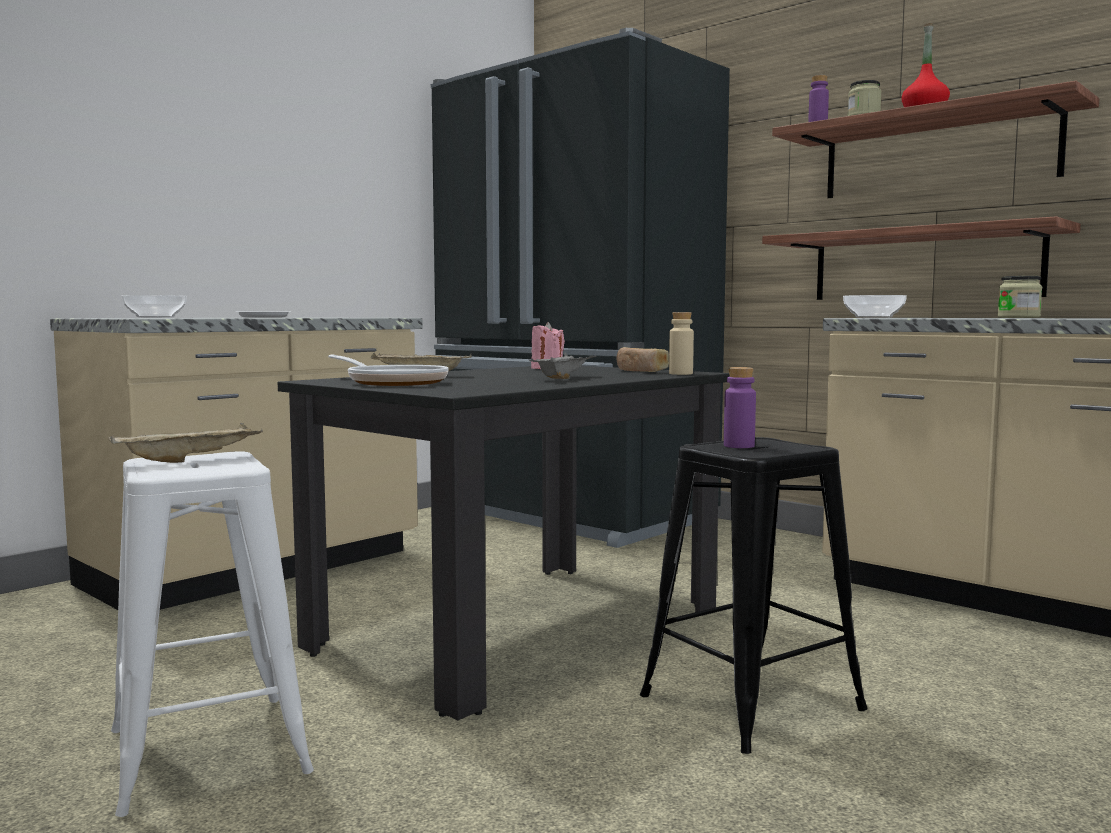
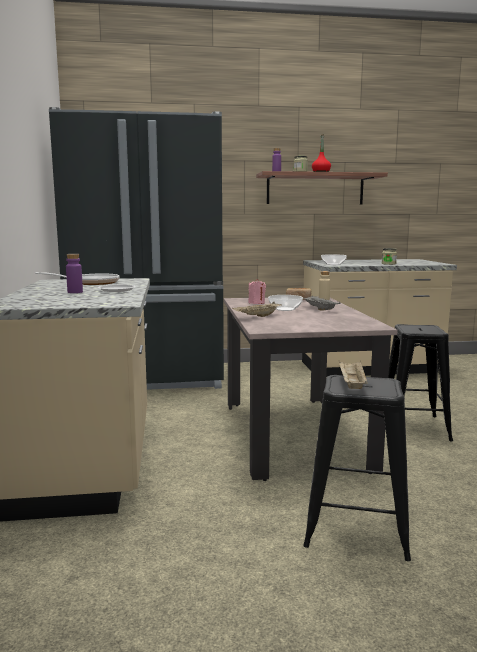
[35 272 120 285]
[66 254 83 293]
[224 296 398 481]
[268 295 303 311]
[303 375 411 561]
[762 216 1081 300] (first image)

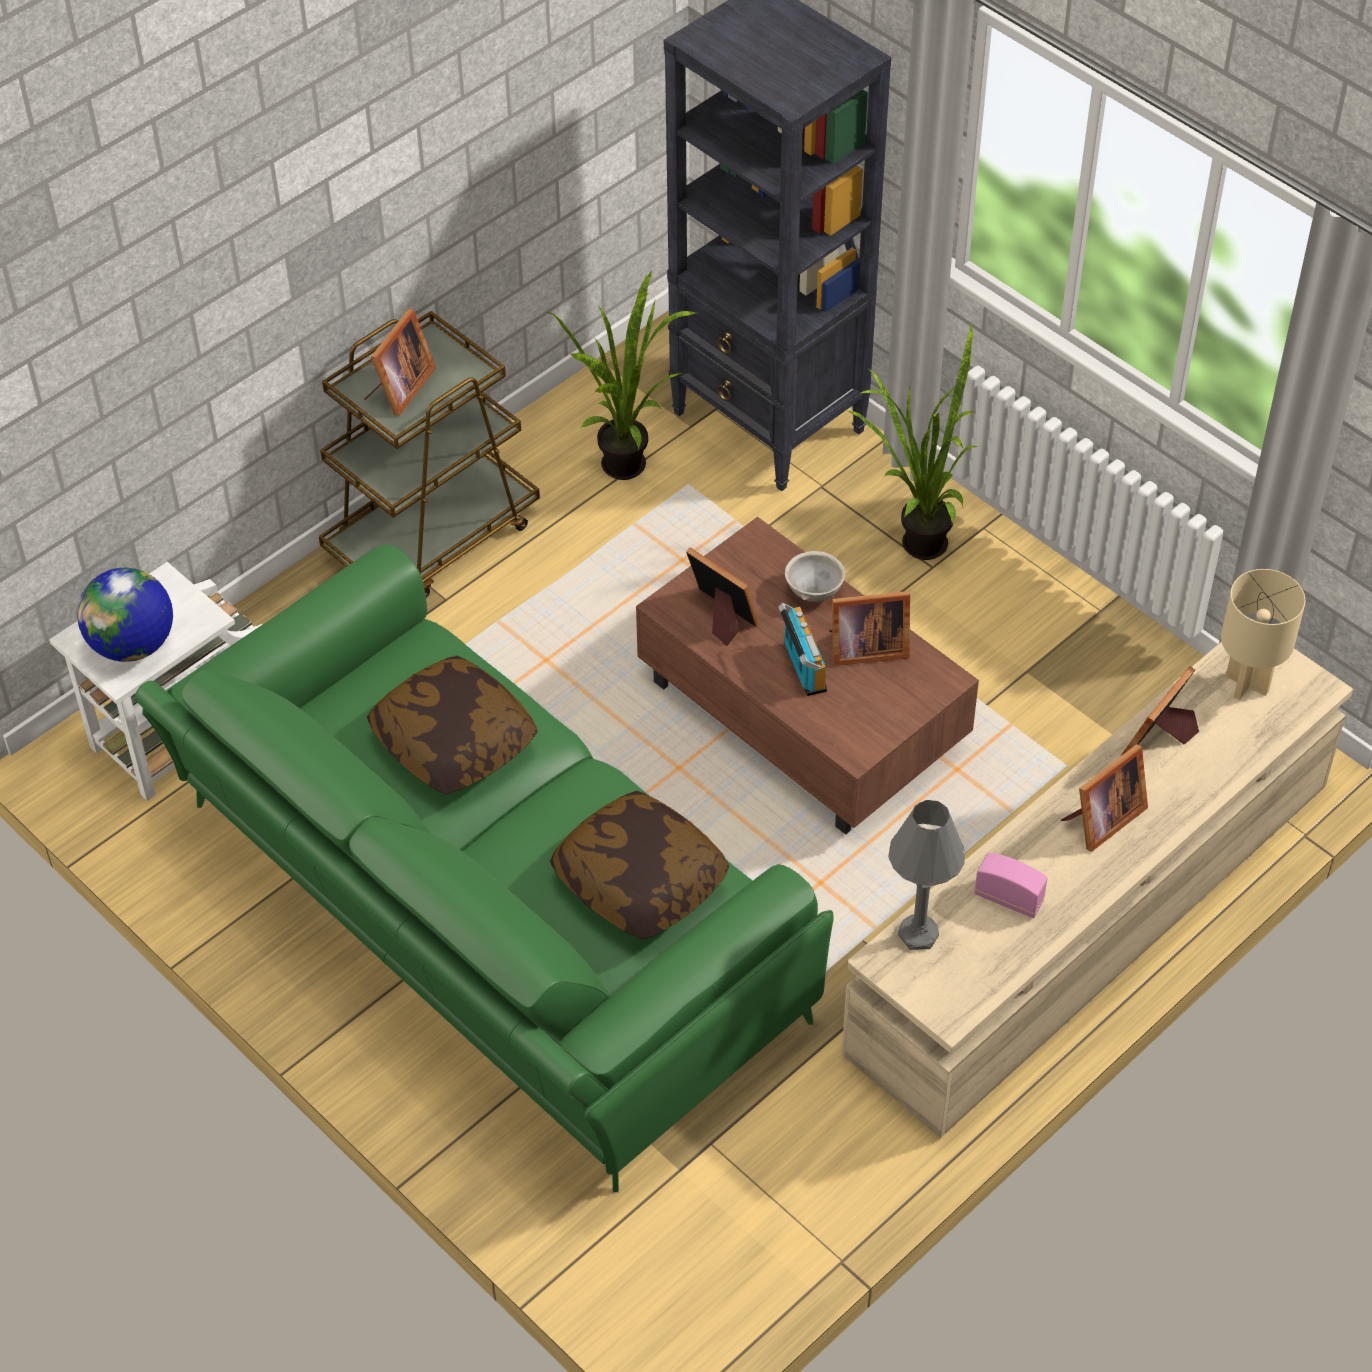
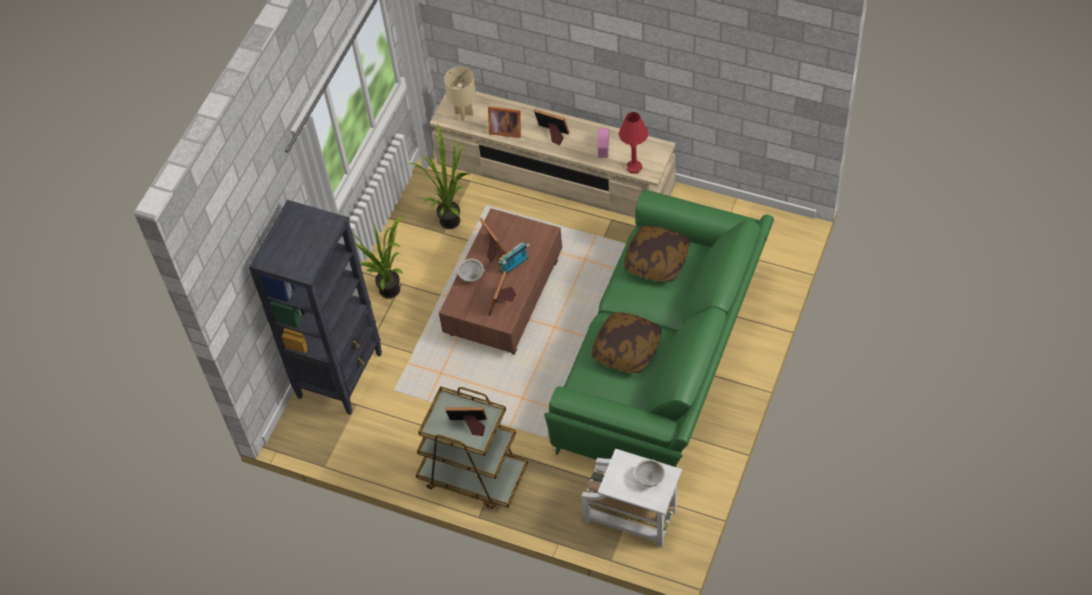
[407 124 470 229]
[619 112 648 174]
[635 459 665 488]

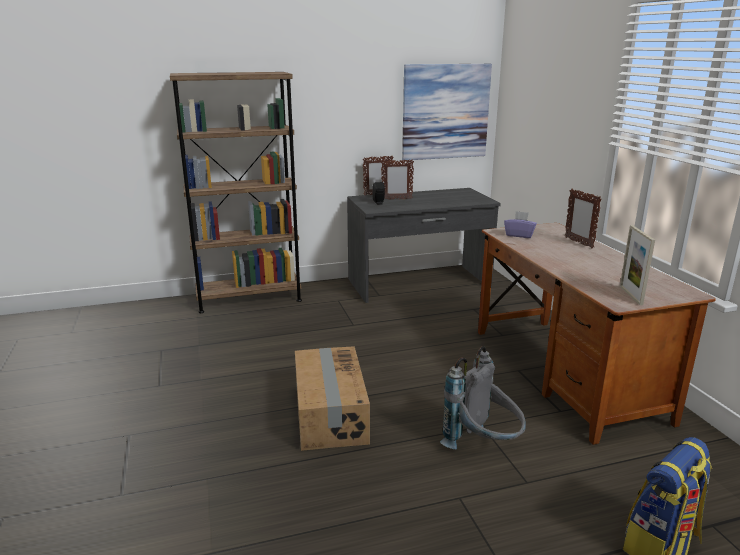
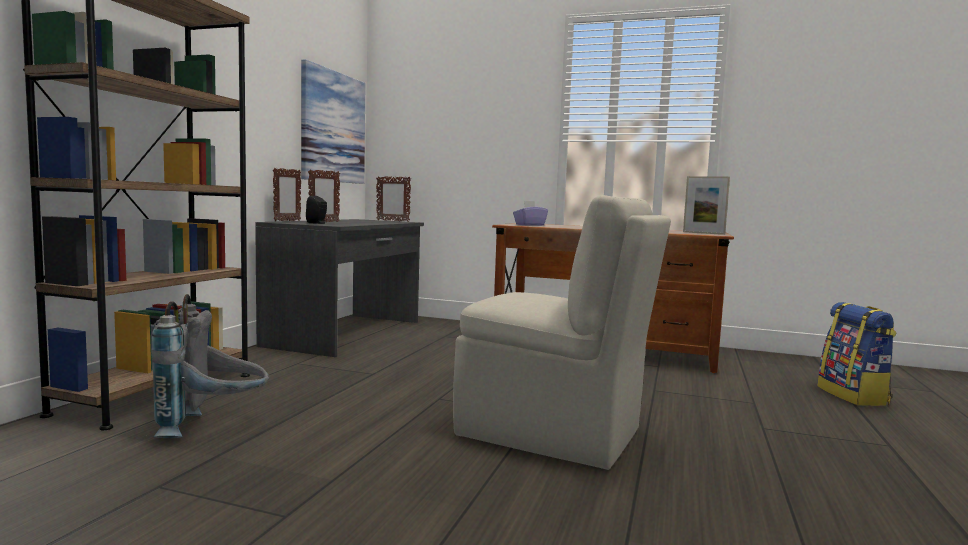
[151 294 269 438]
[376 176 411 222]
[453 195 671 470]

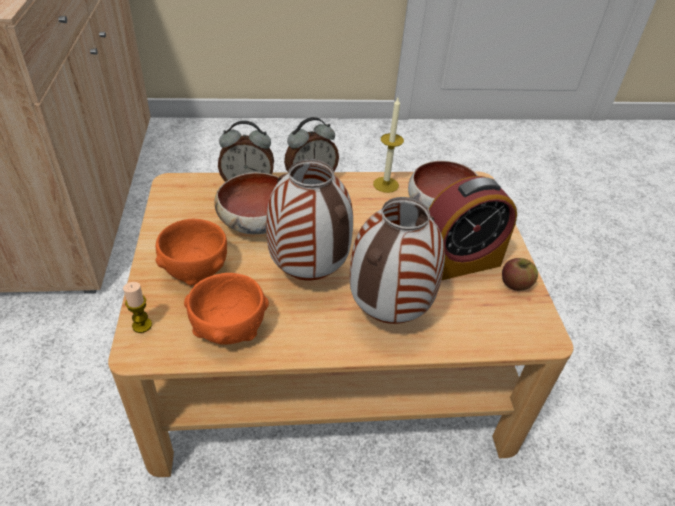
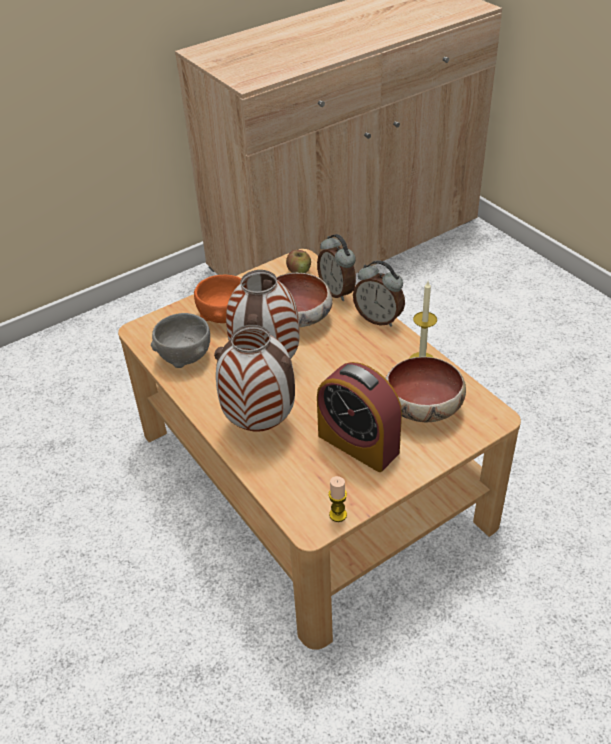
[151 313 210 368]
[286 250 311 273]
[328 476 347 522]

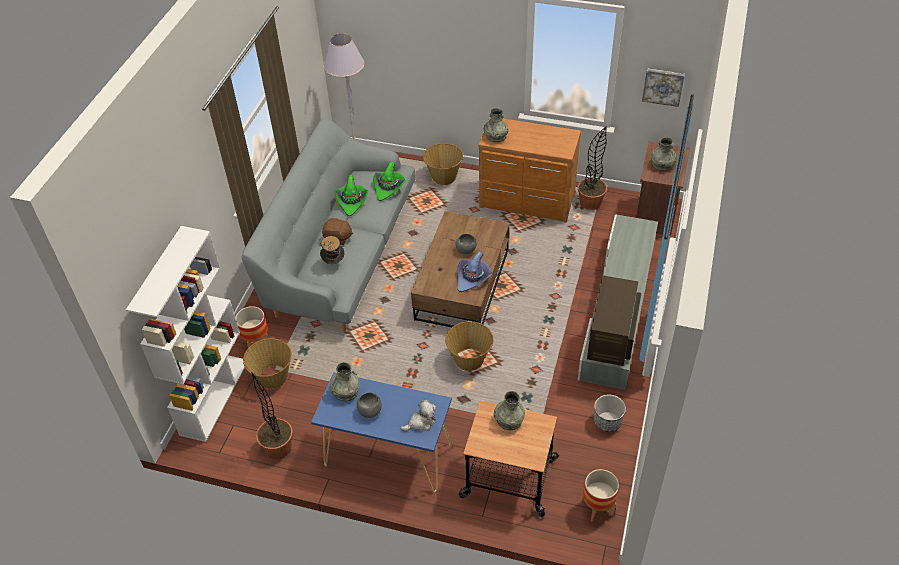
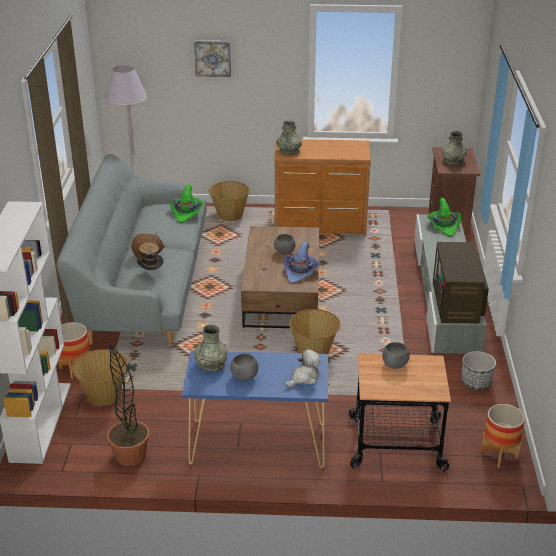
[194 40 231 77]
[382 342 410 369]
[427 198 461 237]
[578 126 607 210] (first image)

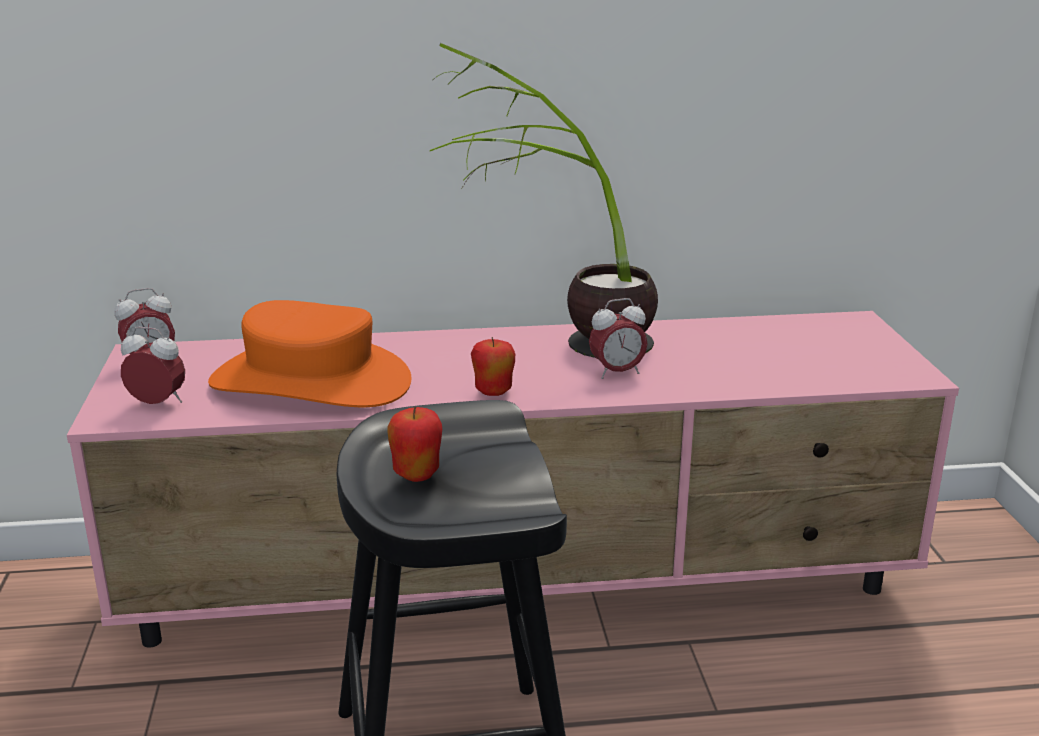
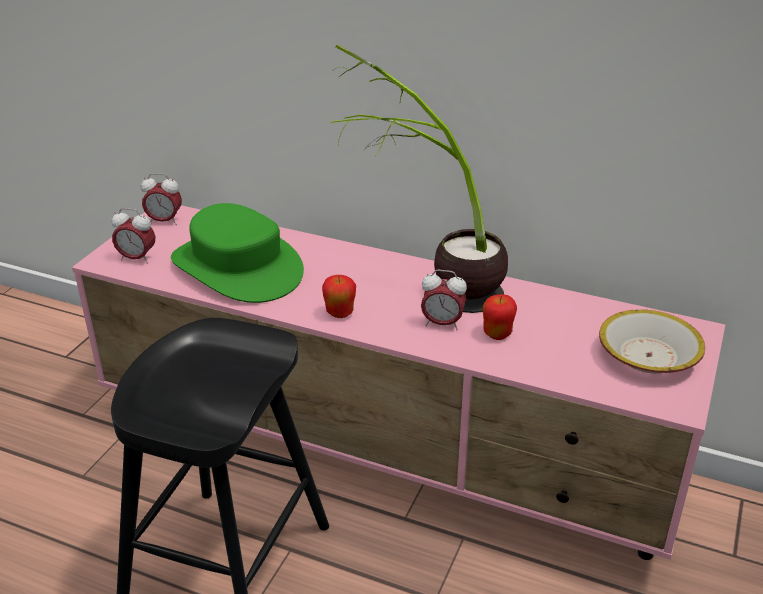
[112 208 155 264]
[171 203 304 303]
[483 294 517 340]
[599 309 705 373]

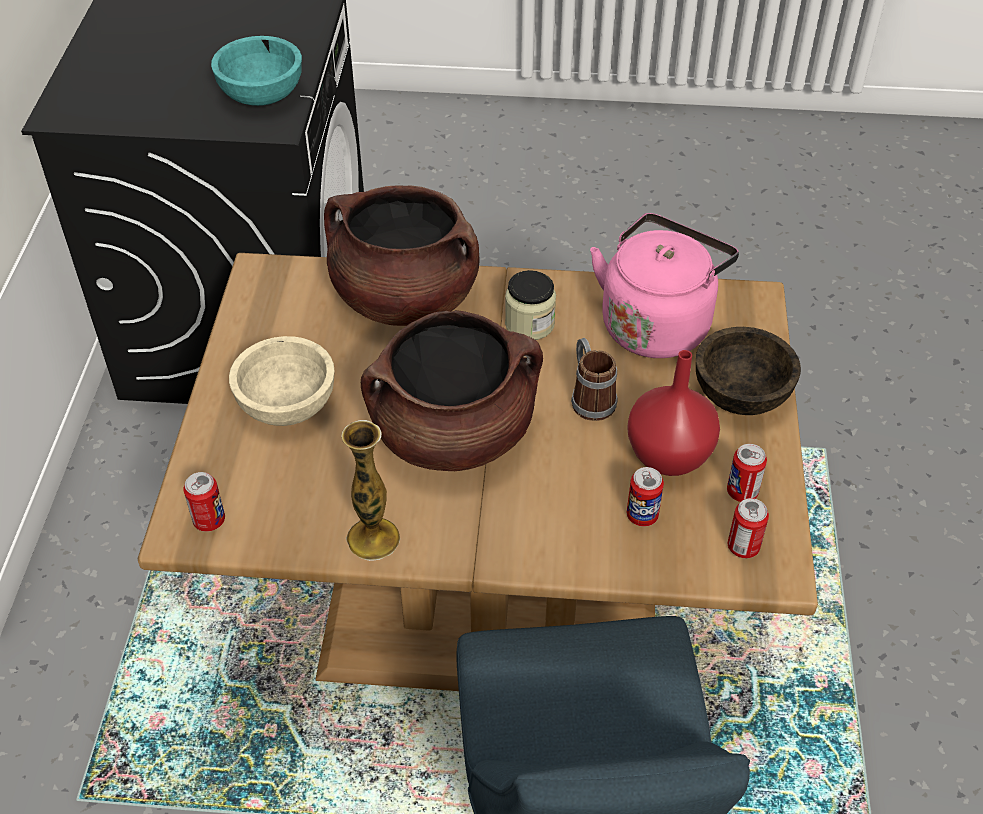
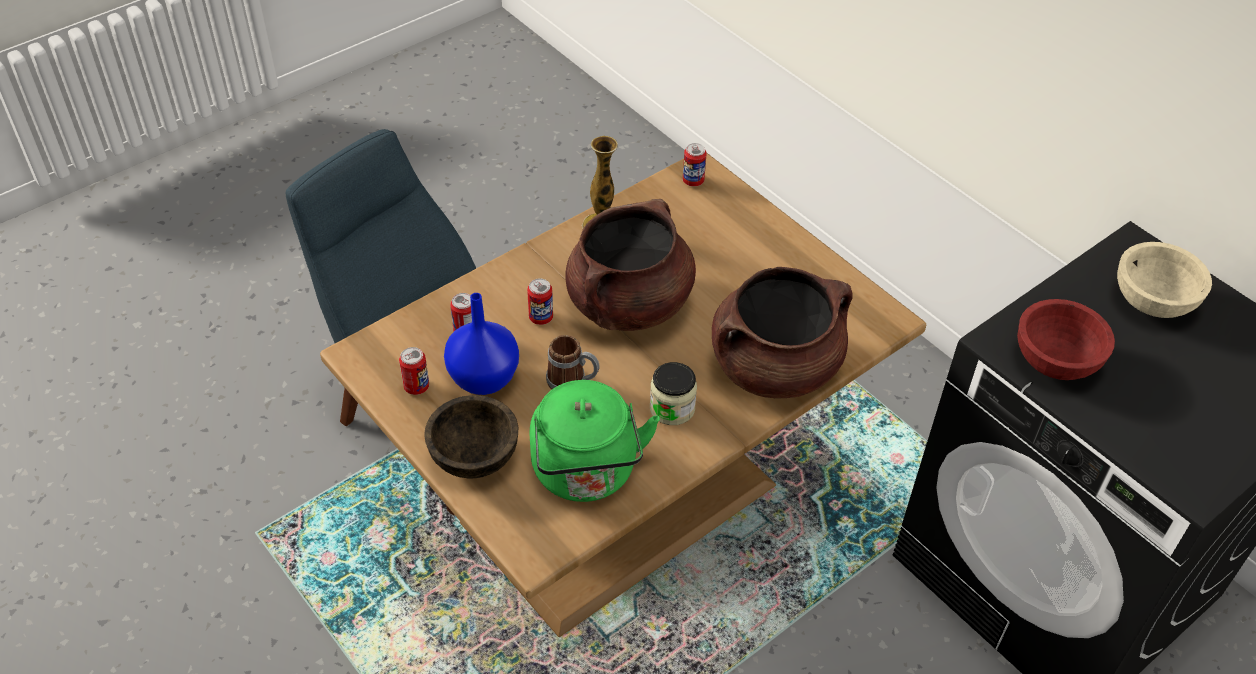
[444 293 519 395]
[527 278 553 325]
[530 380 660 502]
[1017 299 1115 380]
[1117 242 1212 318]

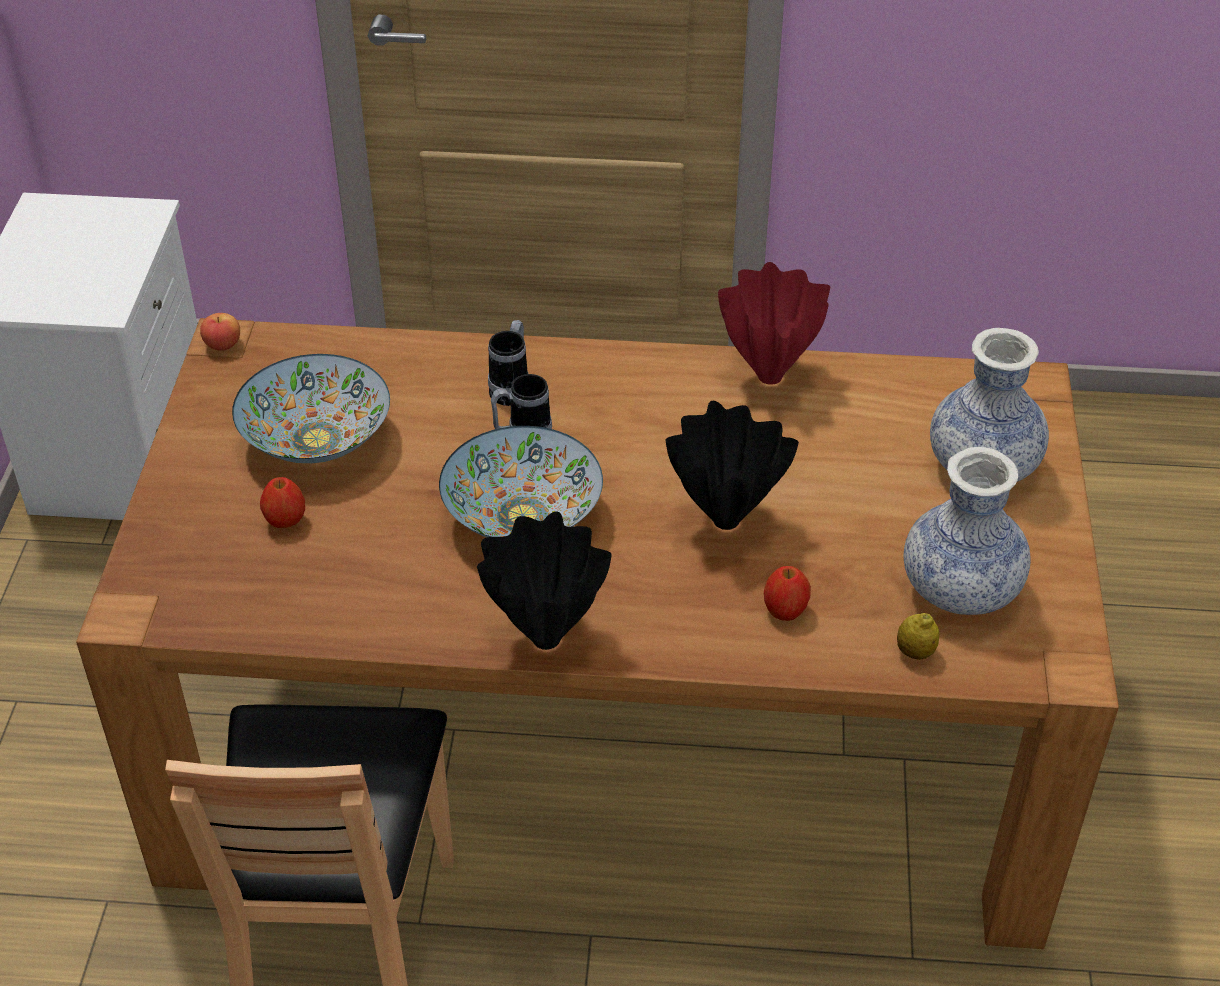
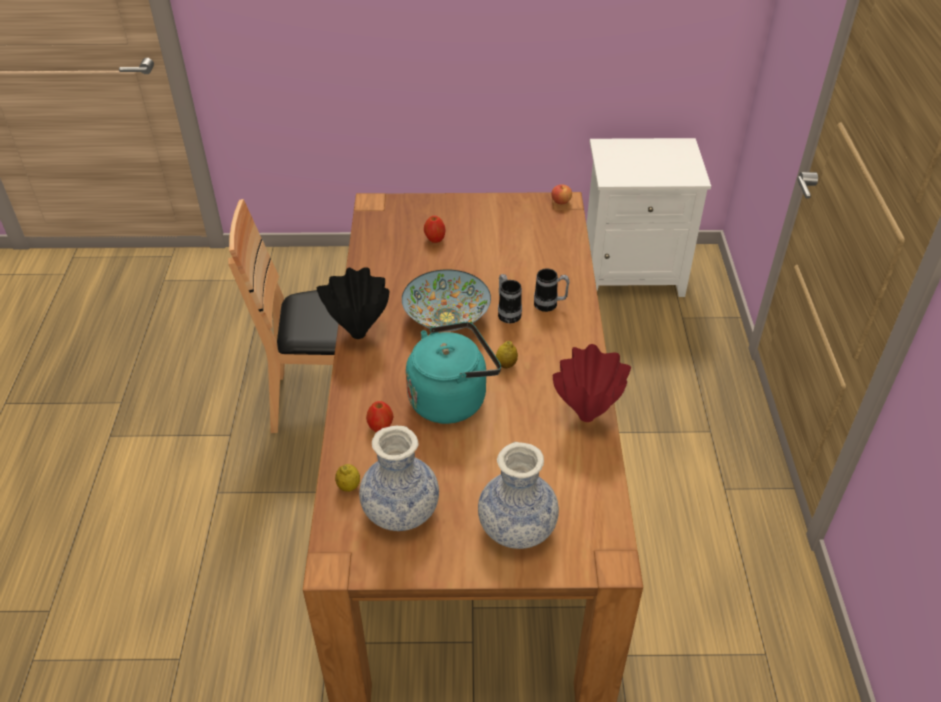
[406 322 501 424]
[496 341 518 369]
[232 354 390 463] (first image)

